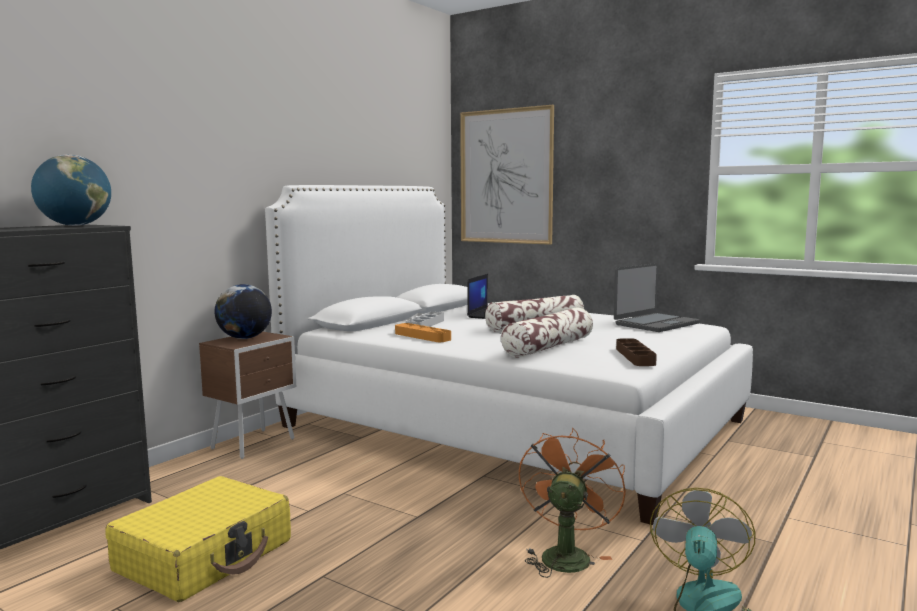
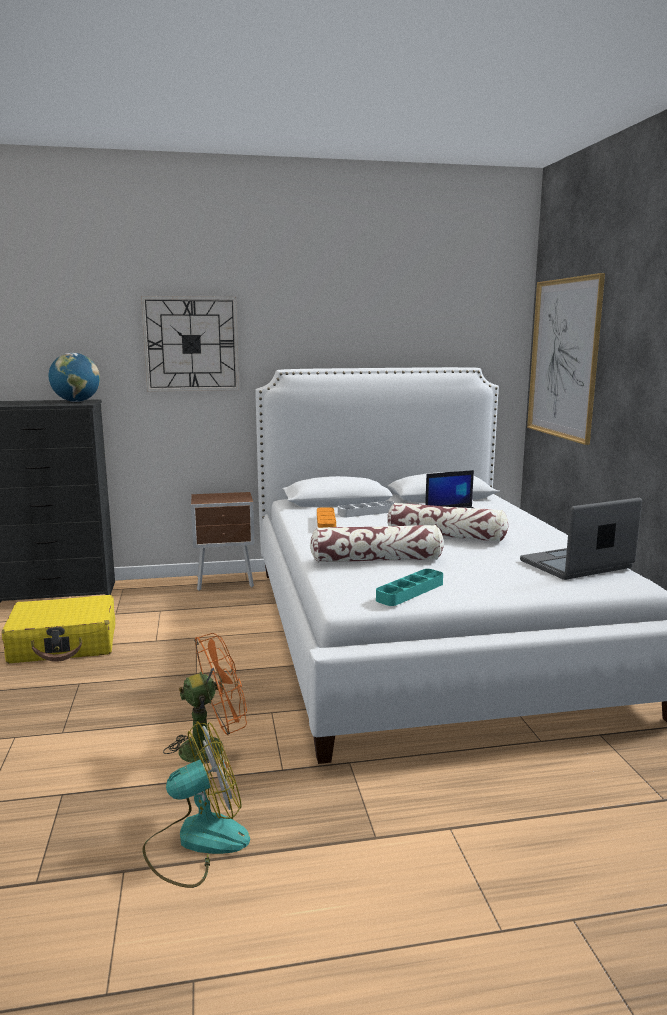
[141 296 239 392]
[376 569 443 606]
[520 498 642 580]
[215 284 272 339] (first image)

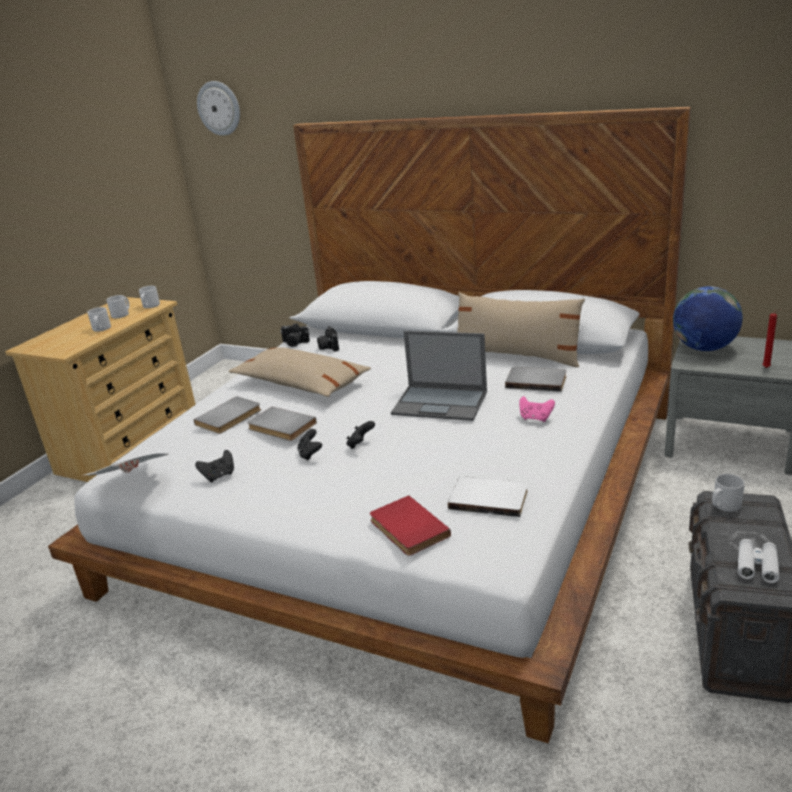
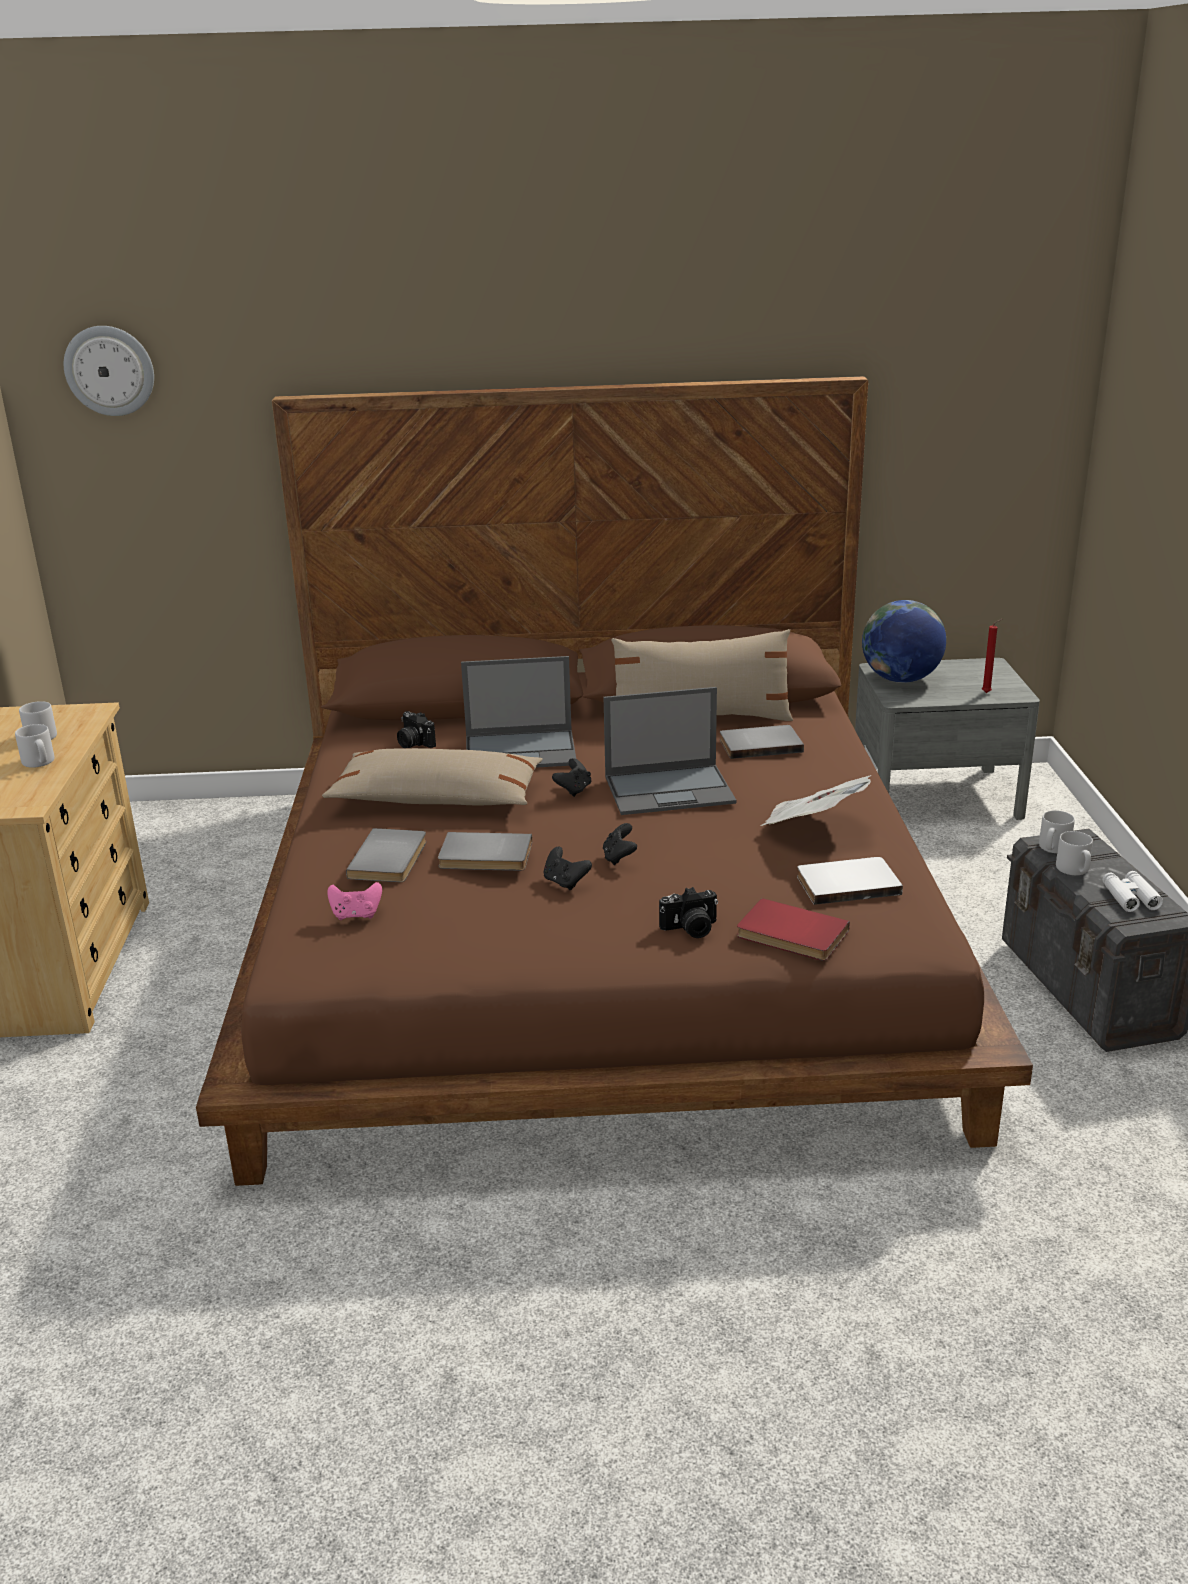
[196 376 1033 1186]
[327 882 382 920]
[461 656 576 768]
[552 758 591 797]
[659 887 718 938]
[761 775 871 826]
[1056 831 1093 875]

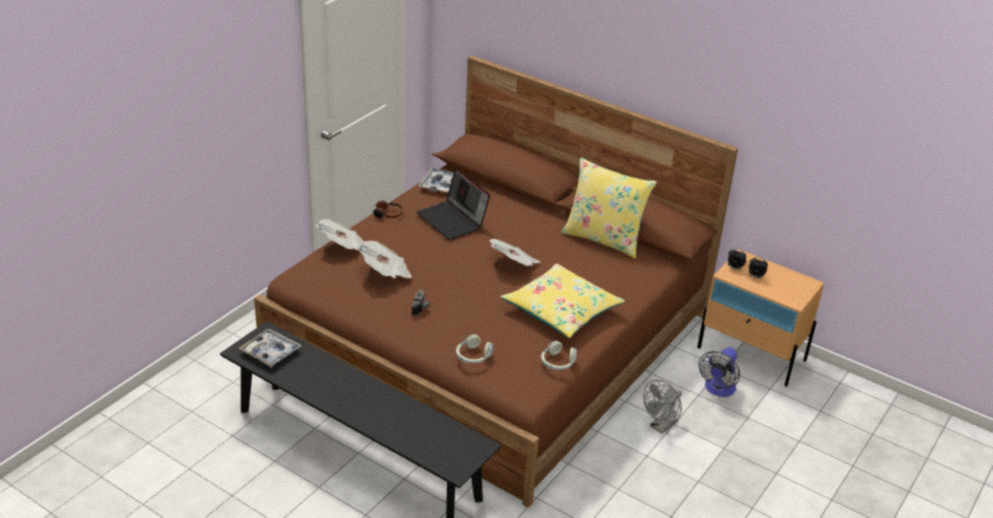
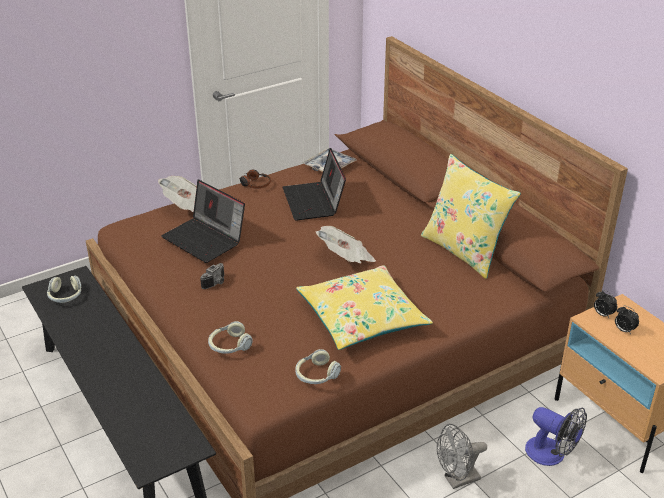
[47 276 81 303]
[161 180 245 263]
[525 407 587 466]

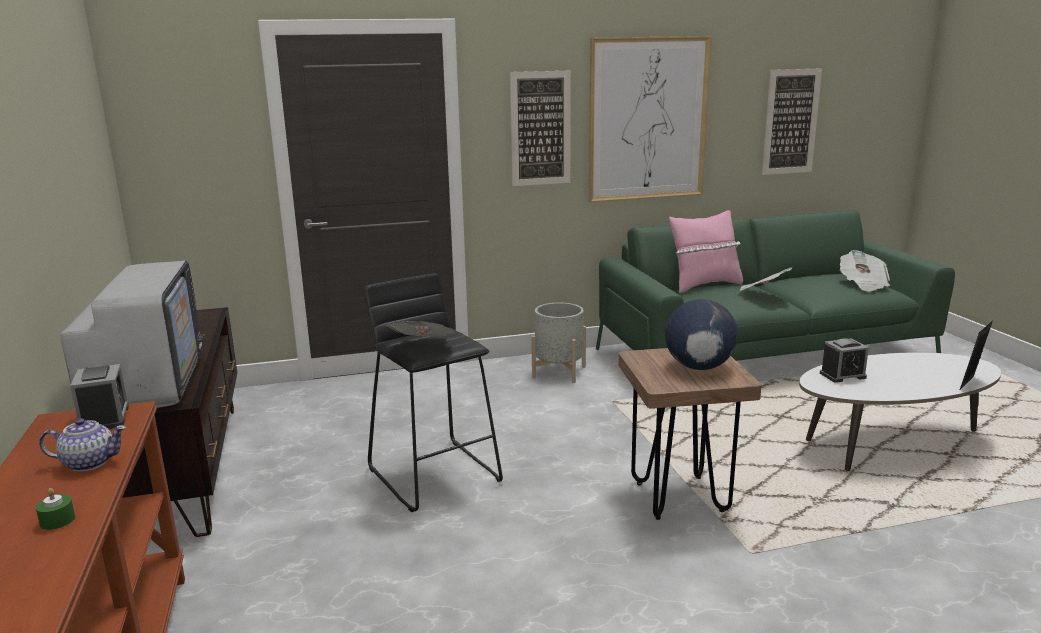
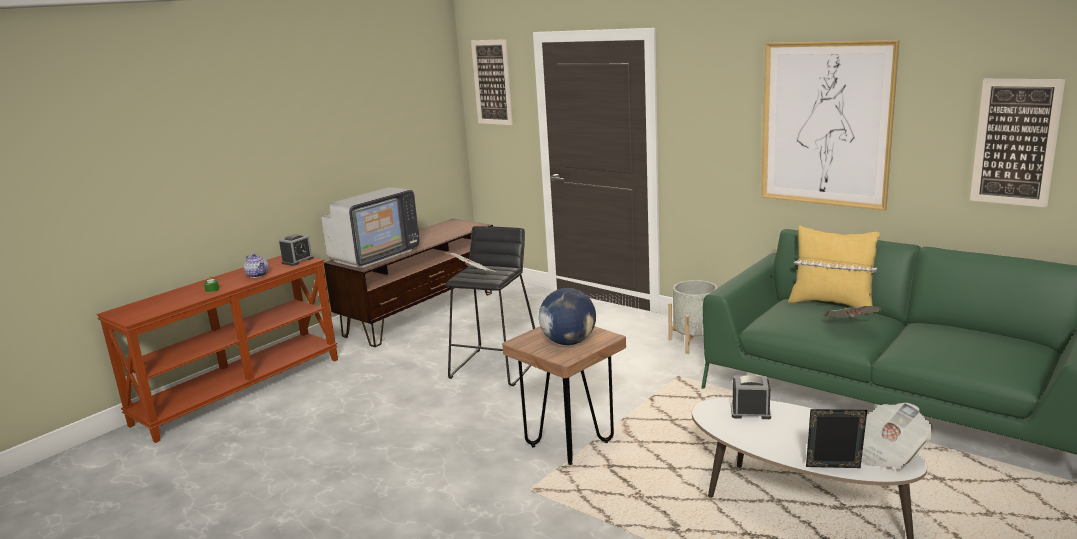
[471 39 513 125]
[731 375 771 419]
[788 225 880 314]
[861 403 934 470]

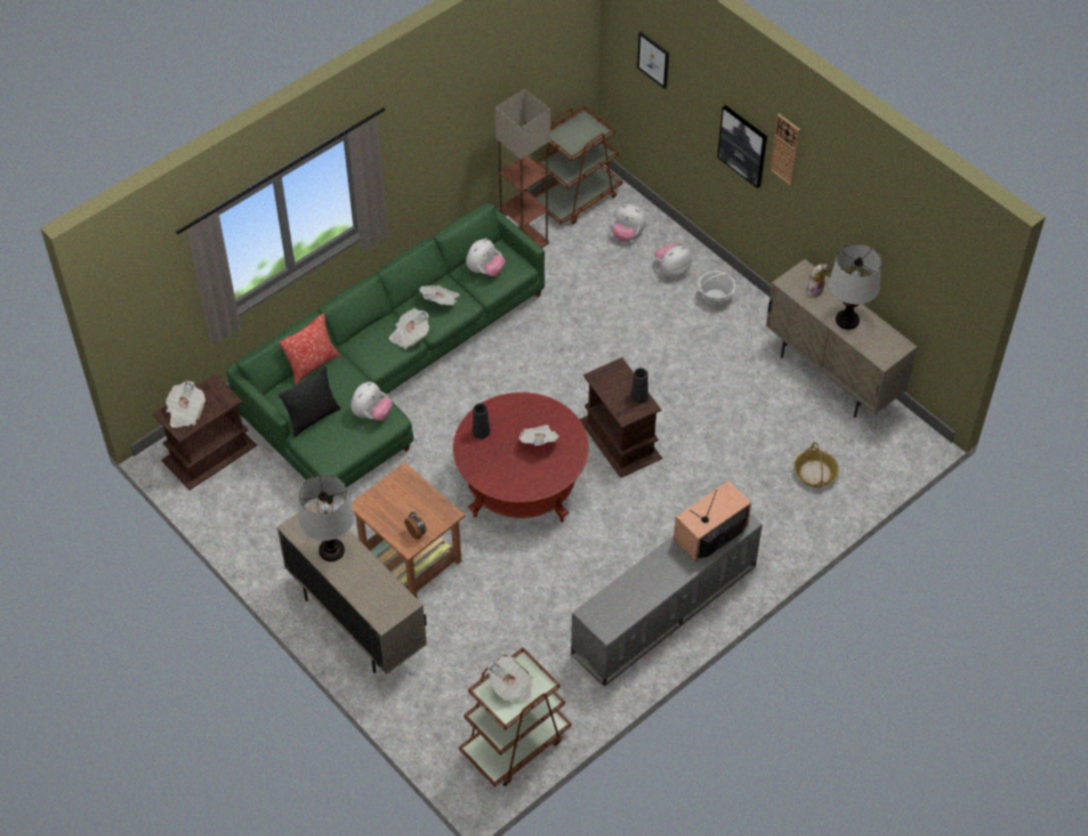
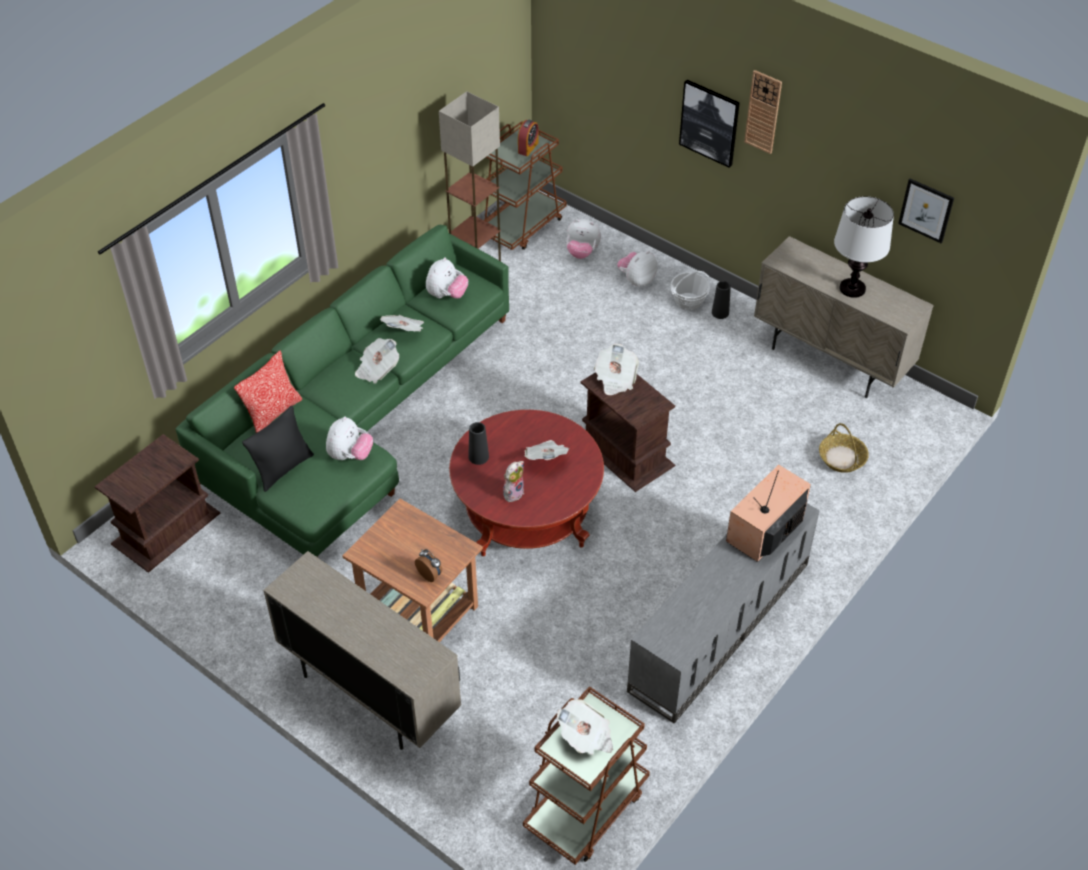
[503 461 524 502]
[518 120 539 156]
[594 344 639 395]
[712 281 731 319]
[898 179 954 243]
[298 474 354 562] (first image)

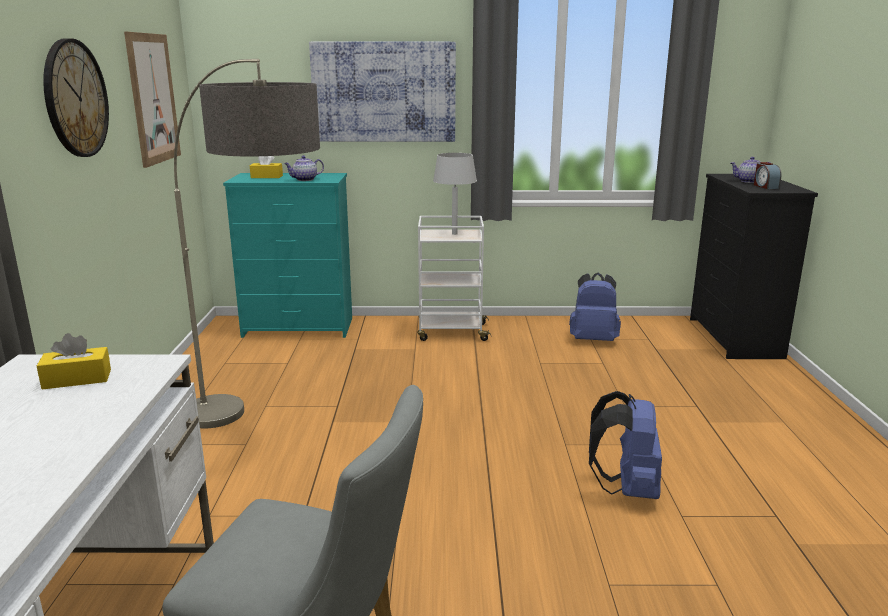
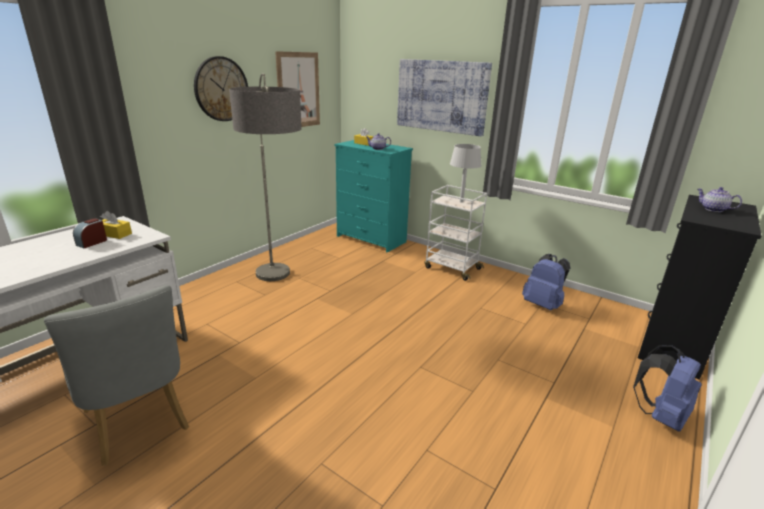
[73 218 107 248]
[633 345 701 432]

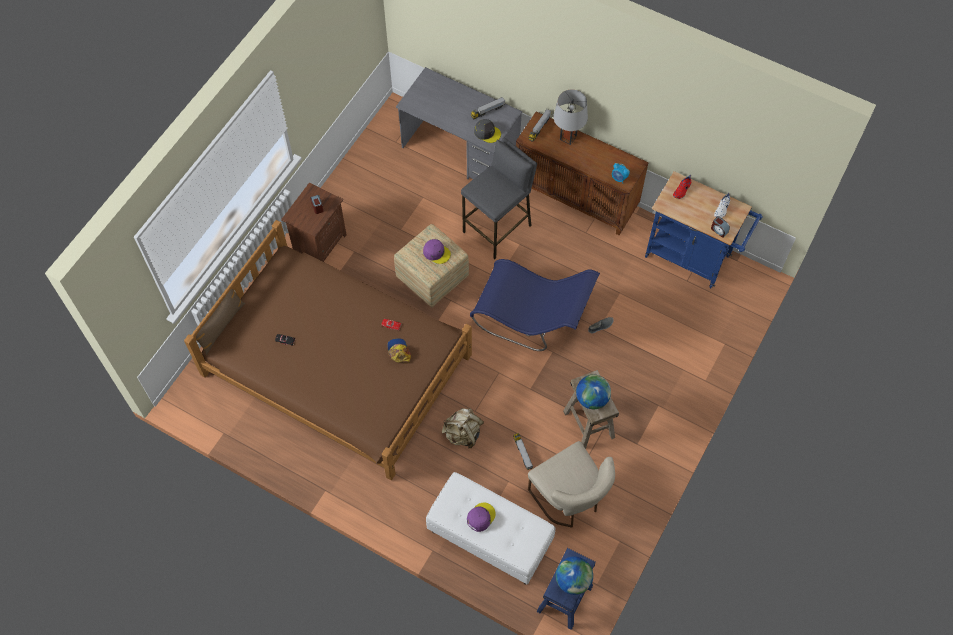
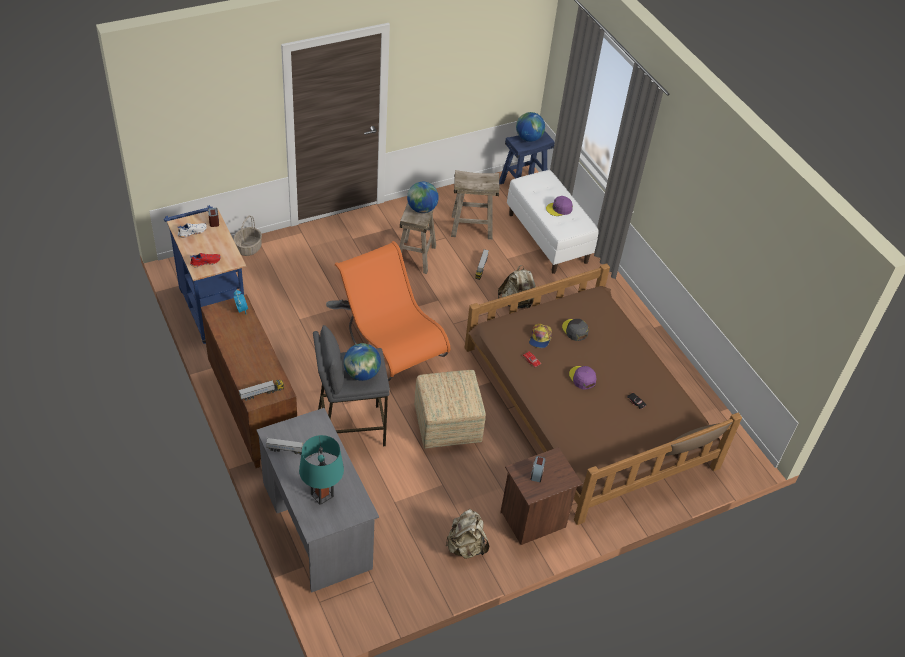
[234 216 262 256]
[299 435 344 505]
[335 241 450 381]
[344 343 381 381]
[446 509 489 559]
[451 170 499 240]
[562 319 589 341]
[569 366 597 390]
[553 90 588 145] (first image)

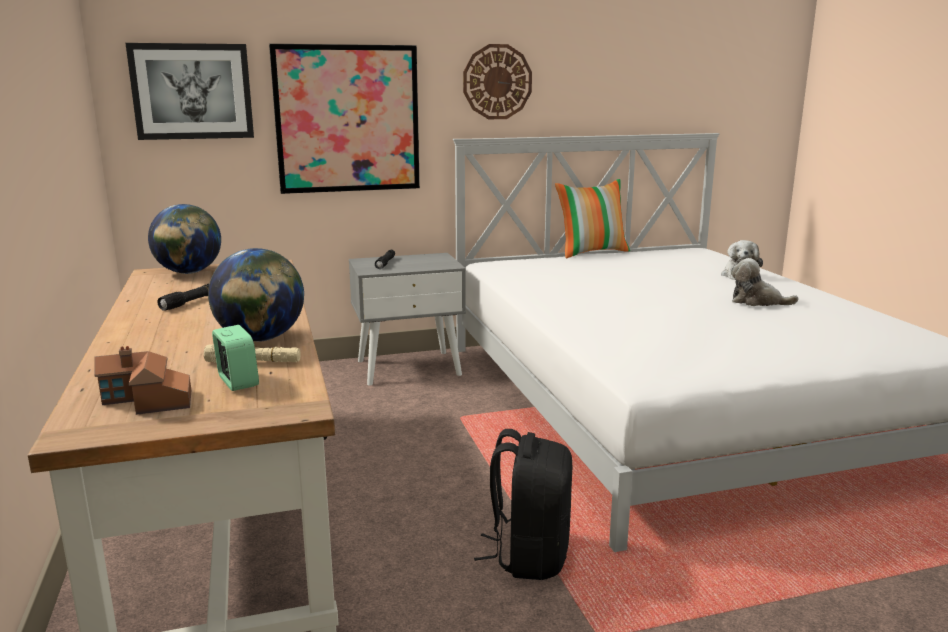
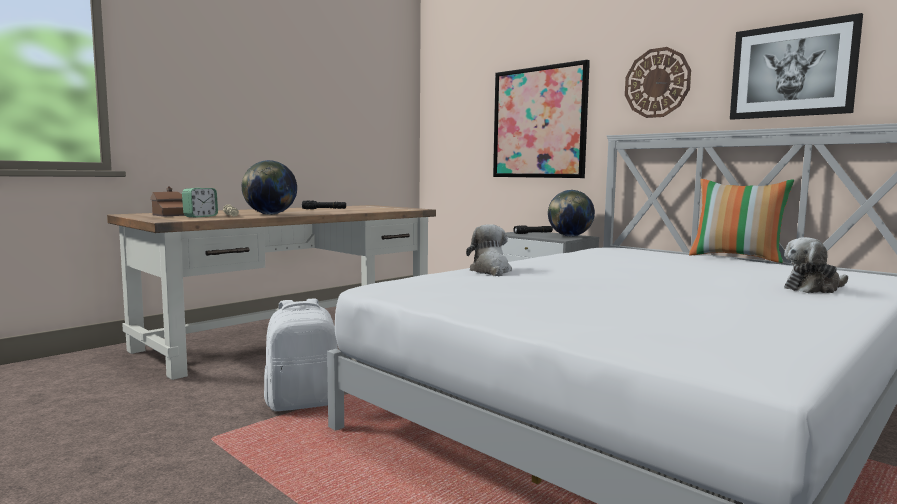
[264 298 338 411]
[466 224 512 277]
[548 190 595 237]
[730 13 863 120]

